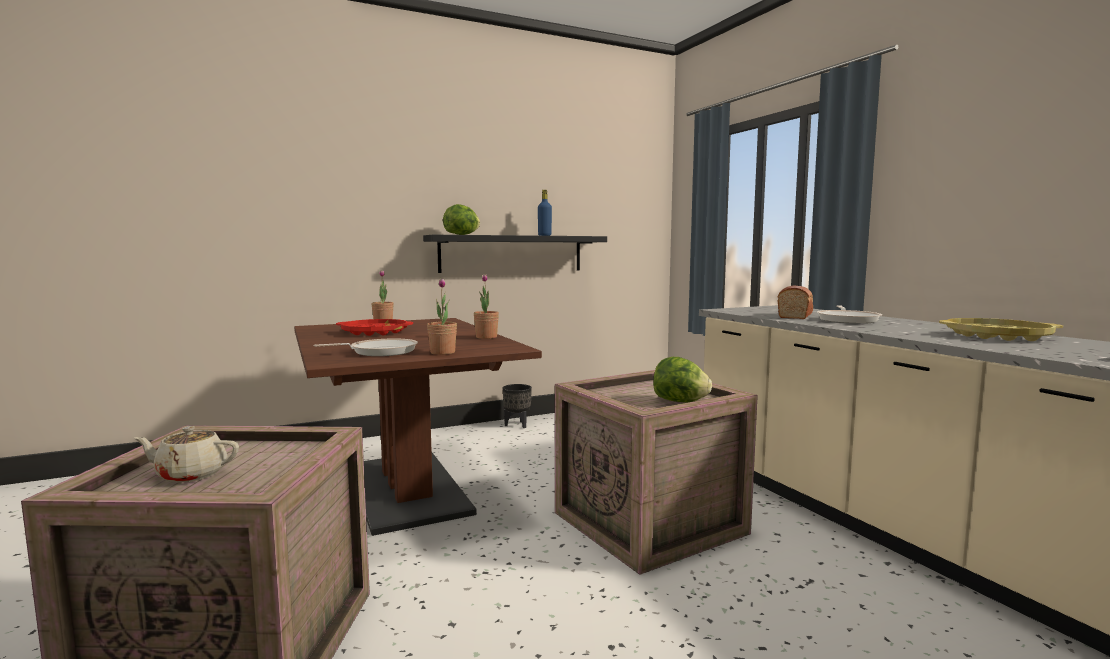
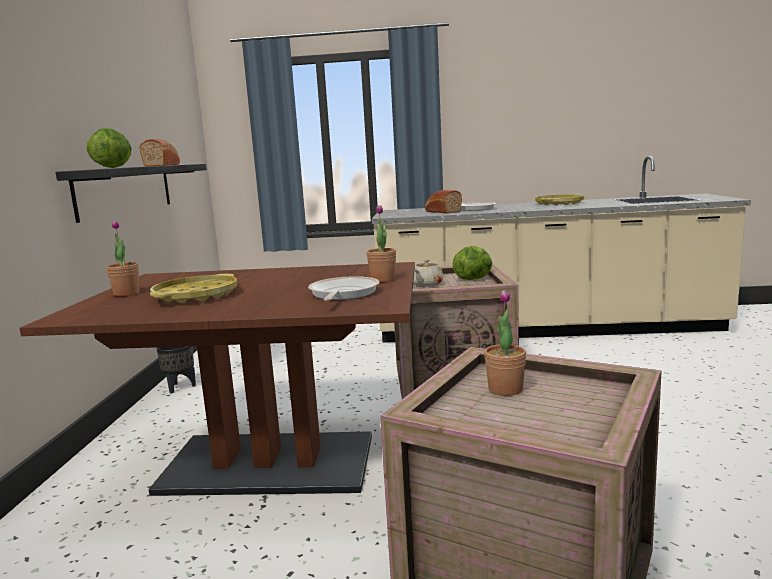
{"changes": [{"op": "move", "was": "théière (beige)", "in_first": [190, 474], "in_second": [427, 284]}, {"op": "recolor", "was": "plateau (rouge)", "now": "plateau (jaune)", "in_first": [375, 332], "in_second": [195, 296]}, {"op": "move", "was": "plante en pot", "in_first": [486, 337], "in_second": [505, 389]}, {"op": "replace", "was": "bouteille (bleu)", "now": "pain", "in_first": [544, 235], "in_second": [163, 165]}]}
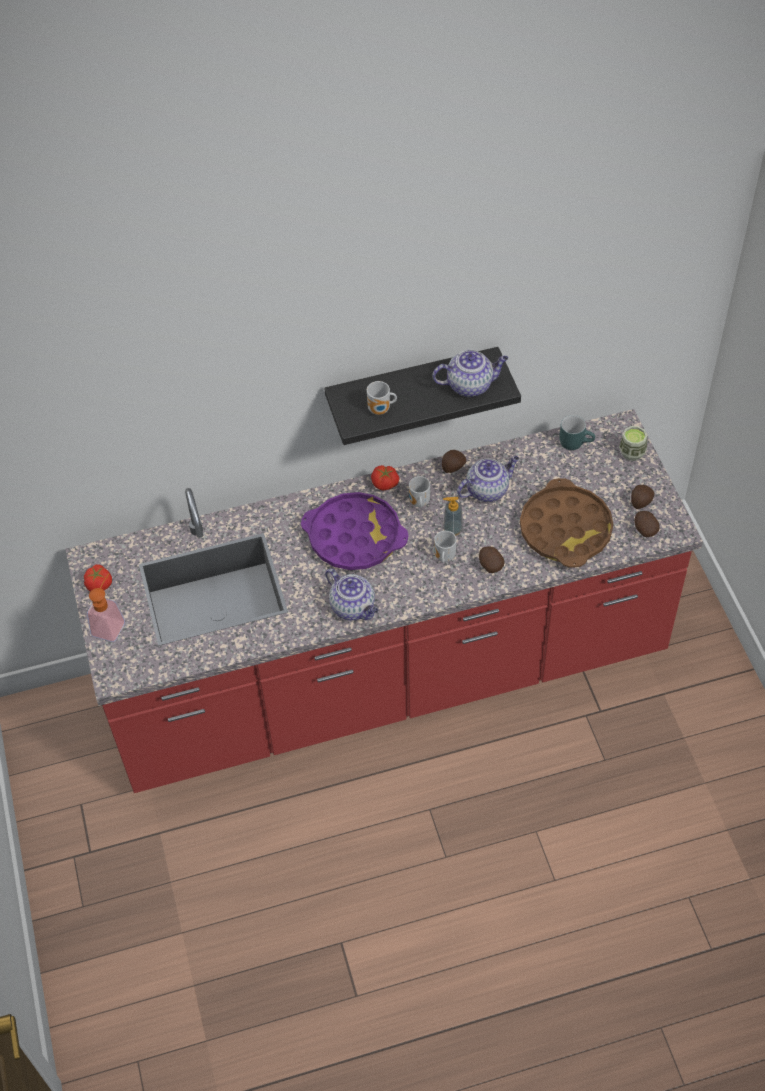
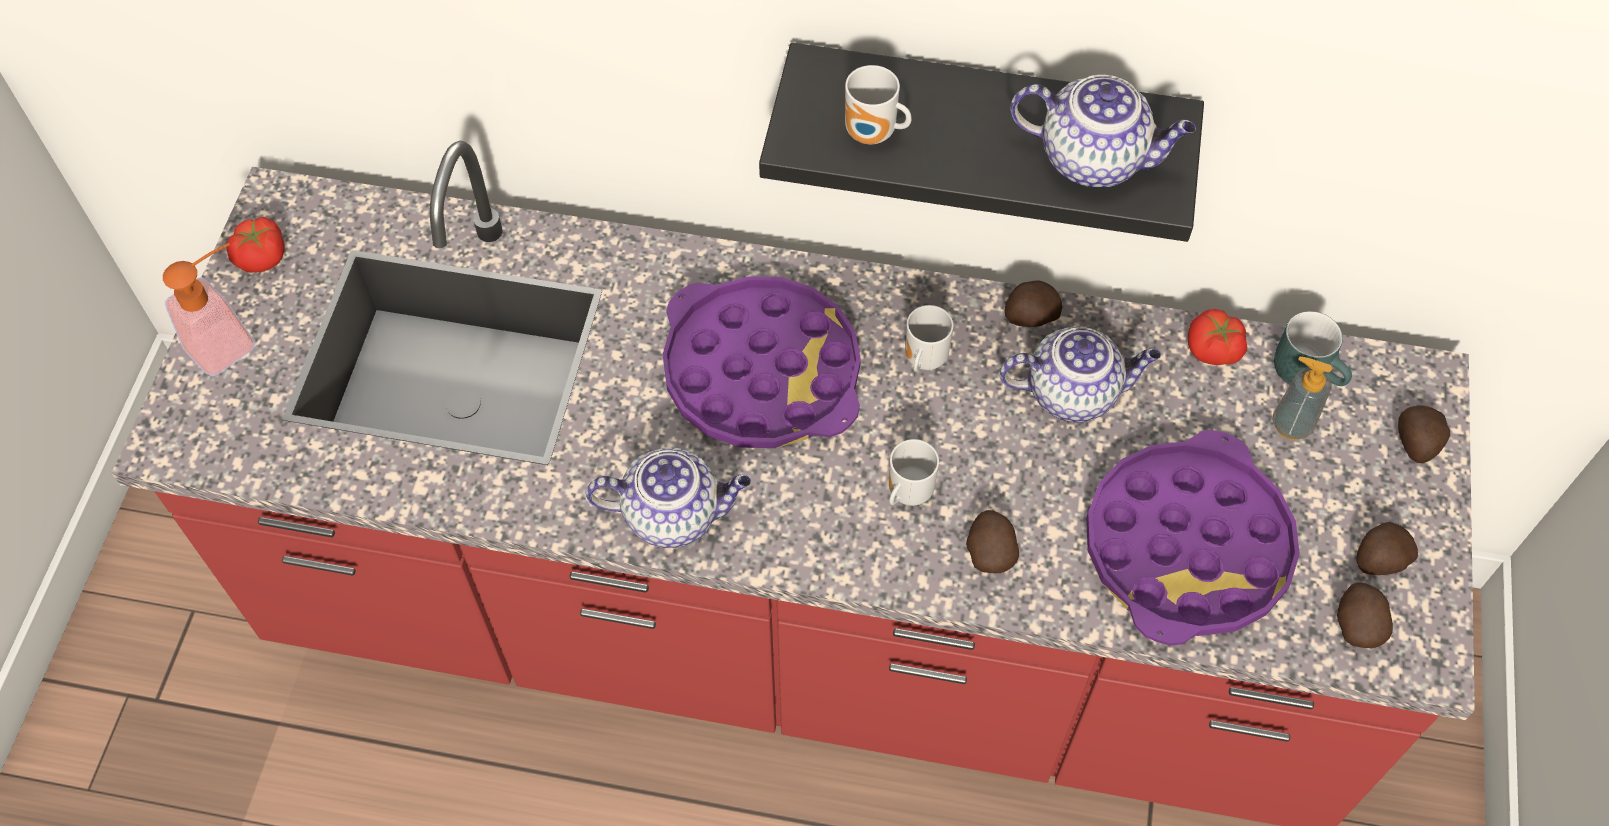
{"changes": [{"op": "rotate", "was": "théière", "in_first": [354, 607], "in_second": [674, 514], "clockwise": -75}, {"op": "move", "was": "tomate", "in_first": [385, 484], "in_second": [1213, 350]}, {"op": "move", "was": "distributeur de savon", "in_first": [452, 529], "in_second": [1291, 424]}, {"op": "recolor", "was": "plateau (marron)", "now": "plateau (violet)", "in_first": [565, 529], "in_second": [1187, 547]}, {"op": "replace", "was": "tasse", "now": "pomme de terre", "in_first": [631, 452], "in_second": [1416, 444]}]}
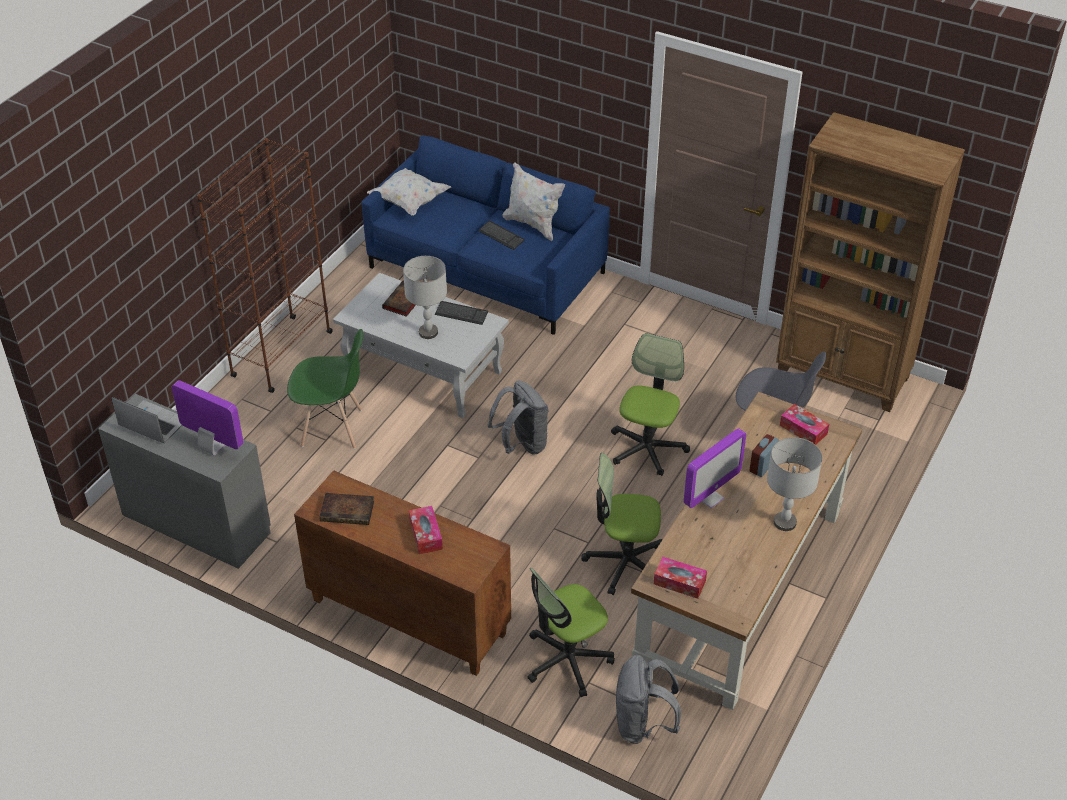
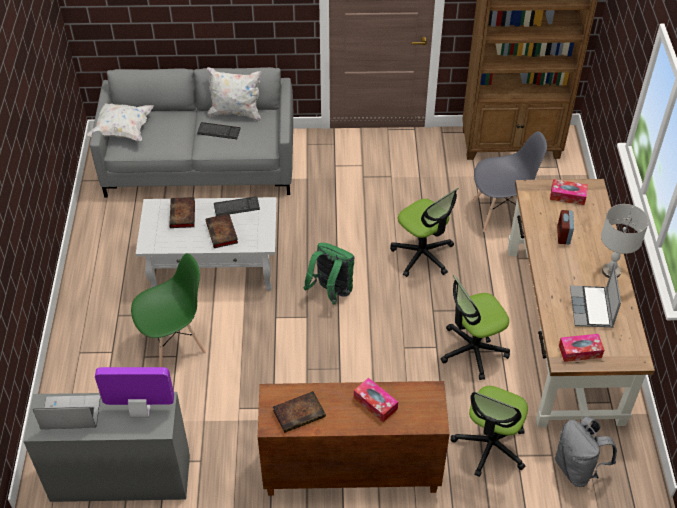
{"changes": [{"op": "delete", "was": "bibliothèque (marron)", "in_first": [281, 354]}, {"op": "recolor", "was": "canapé (bleu)", "now": "canapé (gris)", "in_first": [486, 270], "in_second": [200, 163]}, {"op": "replace", "was": "lampe de table (gris)", "now": "livre", "in_first": [428, 333], "in_second": [222, 233]}, {"op": "recolor", "was": "sac à dos (gris)", "now": "sac à dos (vert)", "in_first": [522, 444], "in_second": [331, 292]}, {"op": "rotate", "was": "chaise de bureau", "in_first": [647, 448], "in_second": [422, 255], "clockwise": 150}, {"op": "delete", "was": "écran d'ordinateur", "in_first": [709, 497]}, {"op": "insert", "now": "ordinateur portable", "in_second": [592, 308]}]}
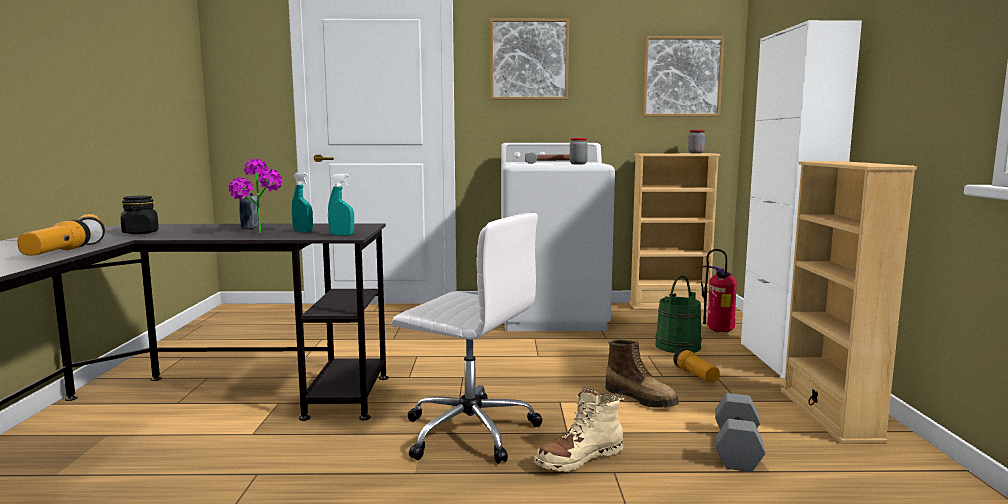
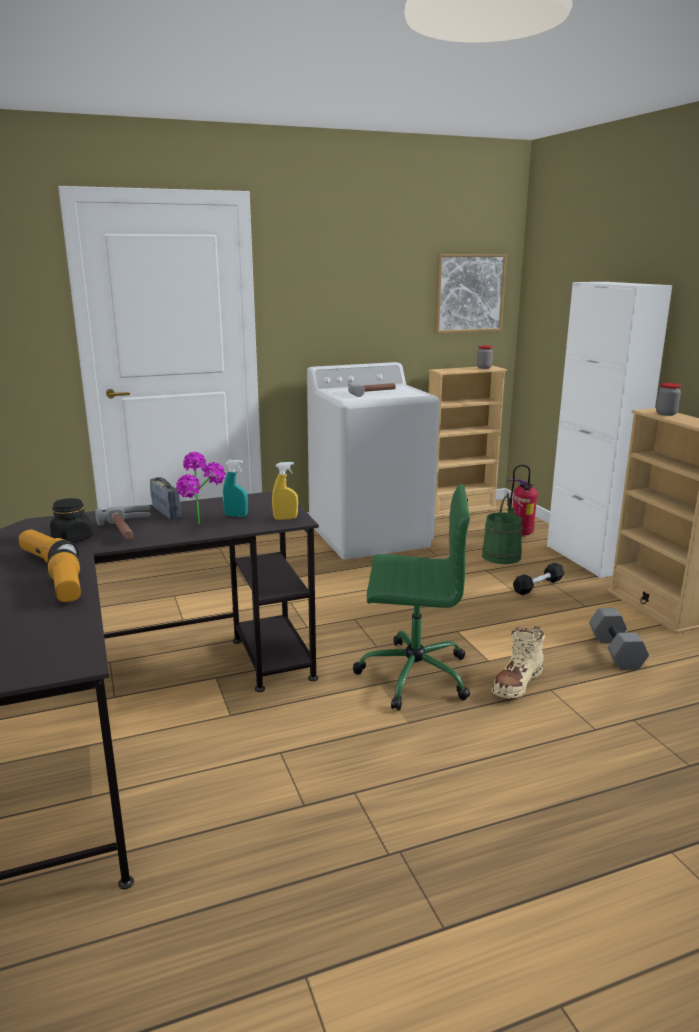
{"changes": [{"op": "recolor", "was": "vaporisateur (turquoise)", "now": "vaporisateur (jaune)", "in_first": [341, 235], "in_second": [285, 518]}, {"op": "recolor", "was": "chaise de bureau (blanc)", "now": "chaise de bureau (vert)", "in_first": [468, 431], "in_second": [412, 674]}, {"op": "delete", "was": "tableau", "in_first": [529, 60]}, {"op": "move", "was": "bocal", "in_first": [578, 164], "in_second": [666, 414]}, {"op": "delete", "was": "botte", "in_first": [641, 398]}, {"op": "replace", "was": "lampe de poche", "now": "haltère (noir)", "in_first": [696, 375], "in_second": [538, 586]}, {"op": "insert", "now": "marteau", "in_second": [130, 529]}]}
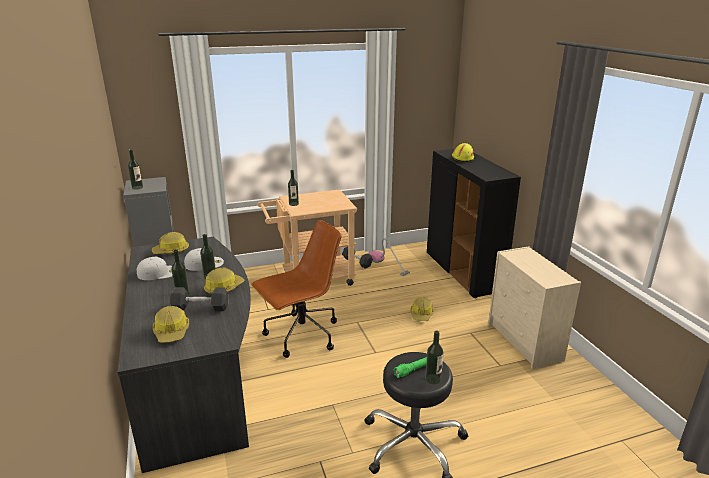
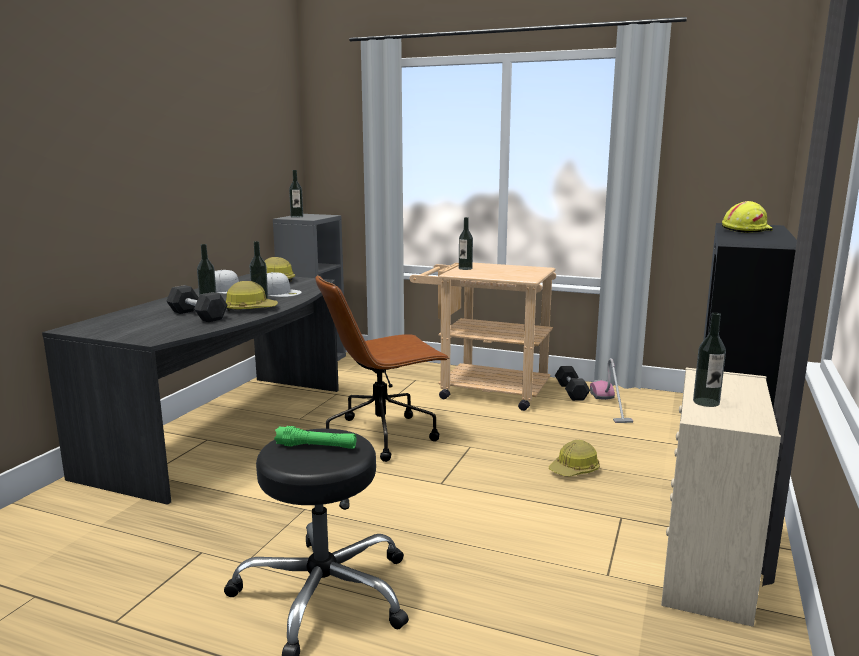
{"changes": [{"op": "delete", "was": "casque de chantier", "in_first": [172, 332]}, {"op": "rotate", "was": "chaise de bureau (marron)", "in_first": [301, 336], "in_second": [382, 435], "clockwise": 150}, {"op": "move", "was": "bouteille", "in_first": [433, 379], "in_second": [706, 402]}]}
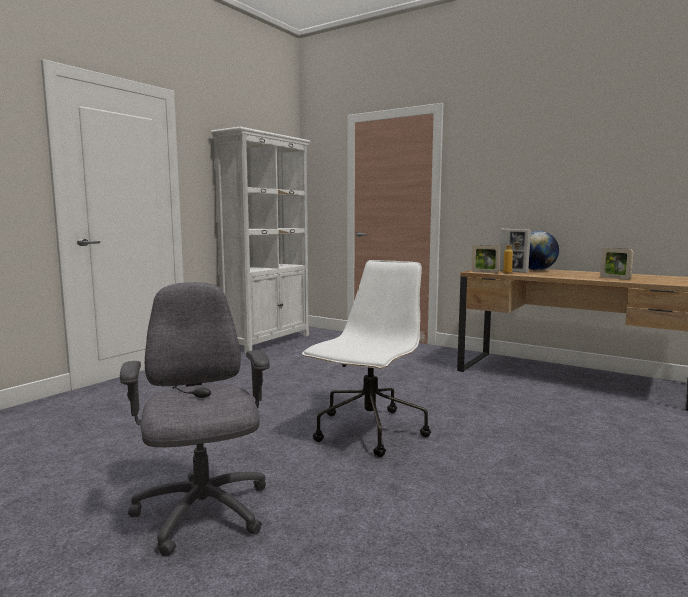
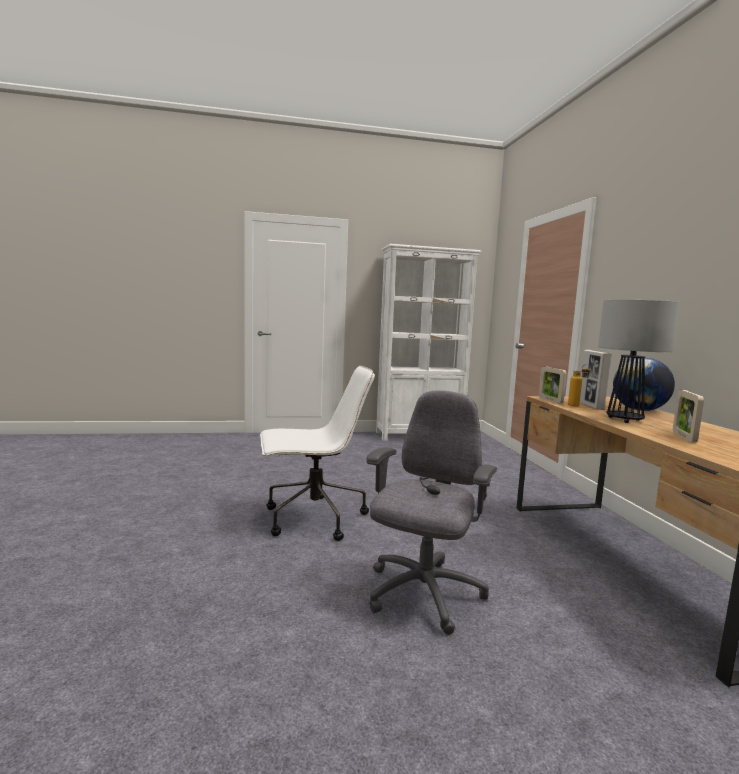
{"changes": [{"op": "move", "was": "chaise de bureau (gris)", "in_first": [202, 513], "in_second": [422, 594]}, {"op": "insert", "now": "lampe de table", "in_second": [625, 420]}]}
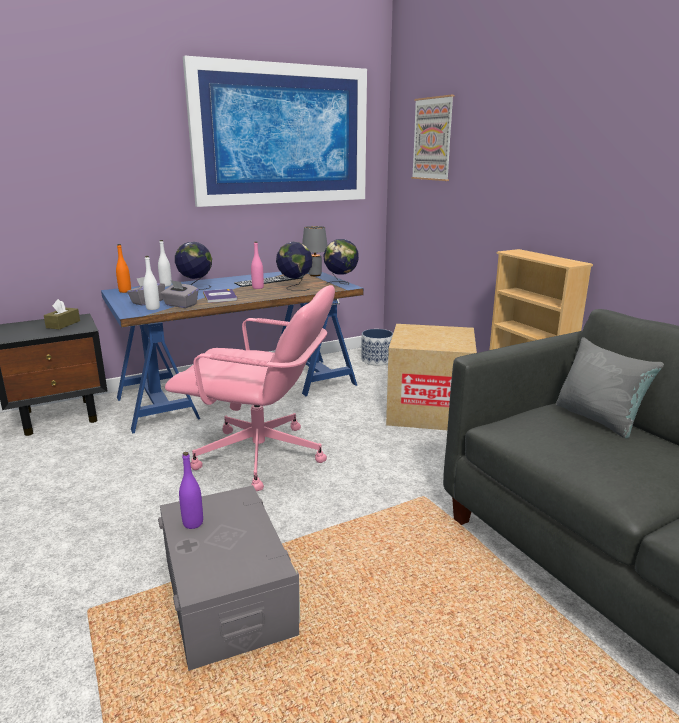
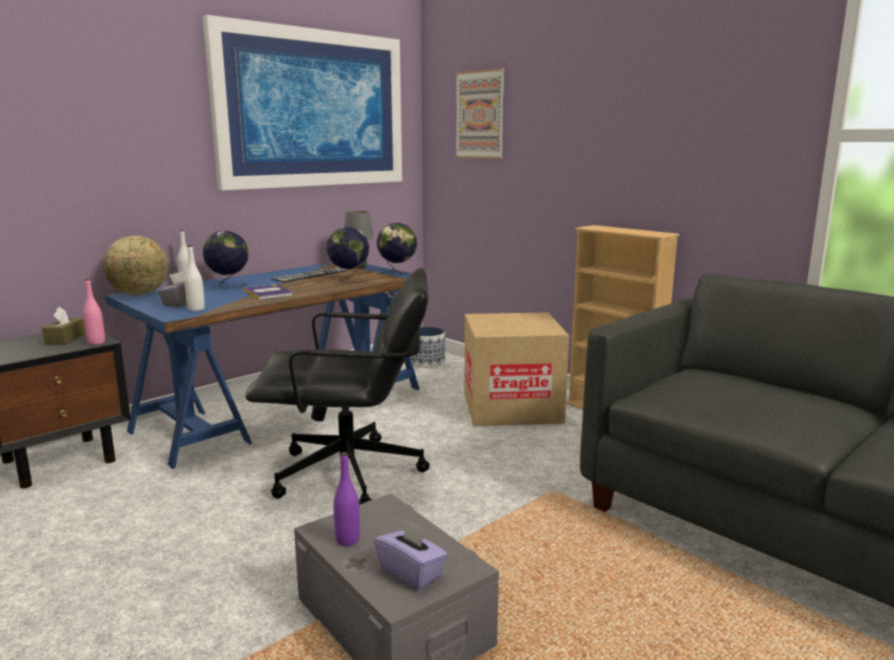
{"changes": [{"op": "replace", "was": "bouteille (orange)", "now": "globe", "in_first": [125, 291], "in_second": [140, 294]}, {"op": "delete", "was": "boîte à mouchoirs (gris)", "in_first": [180, 305]}, {"op": "recolor", "was": "chaise de bureau (rose)", "now": "chaise de bureau (noir)", "in_first": [261, 457], "in_second": [350, 474]}, {"op": "move", "was": "bouteille (rose)", "in_first": [258, 287], "in_second": [96, 342]}, {"op": "delete", "was": "coussin (gris)", "in_first": [598, 419]}, {"op": "insert", "now": "boîte à mouchoirs (violet)", "in_second": [411, 573]}]}
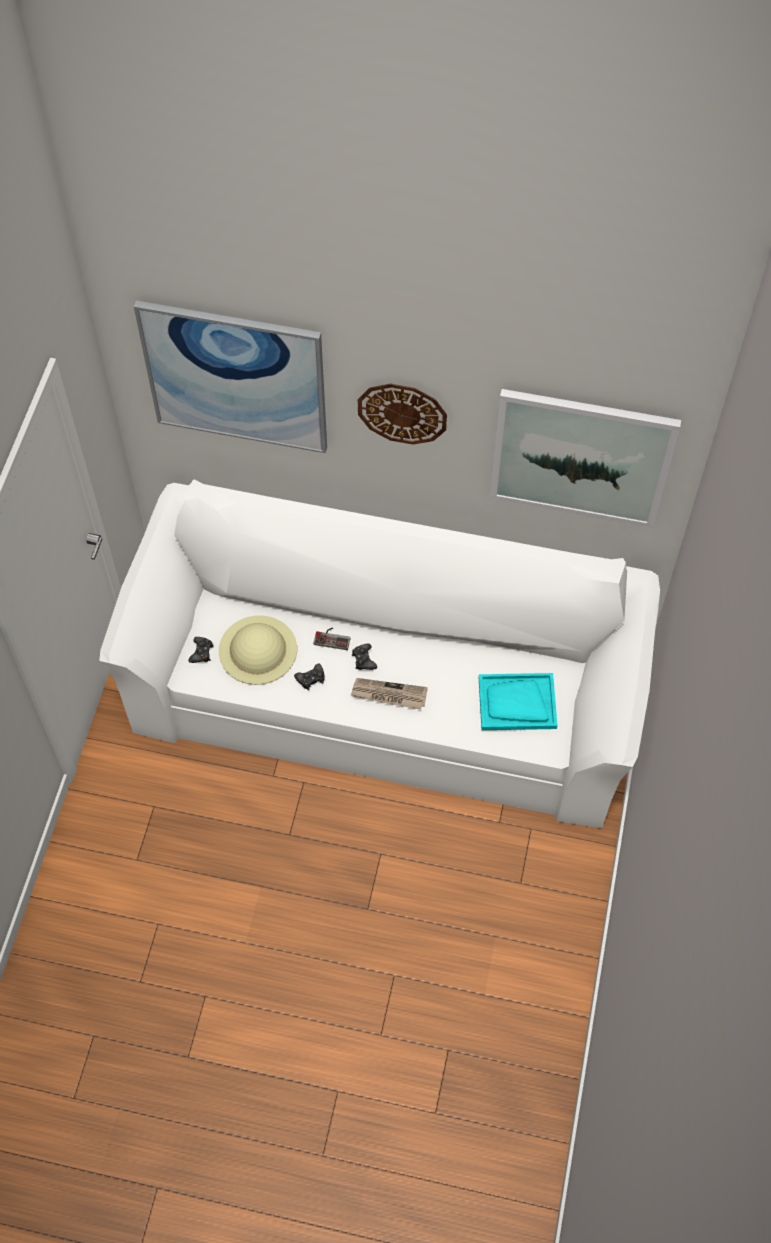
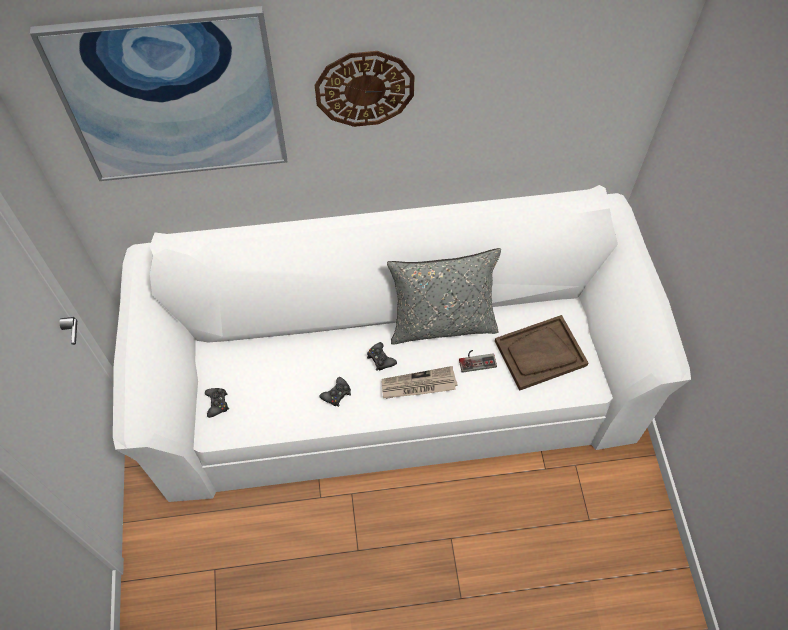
{"changes": [{"op": "delete", "was": "chapeau (beige)", "in_first": [257, 649]}, {"op": "move", "was": "manette", "in_first": [332, 638], "in_second": [476, 359]}, {"op": "recolor", "was": "plateau (turquoise)", "now": "plateau (marron)", "in_first": [517, 703], "in_second": [540, 354]}, {"op": "delete", "was": "tableau", "in_first": [581, 457]}, {"op": "insert", "now": "coussin (gris)", "in_second": [442, 323]}]}
